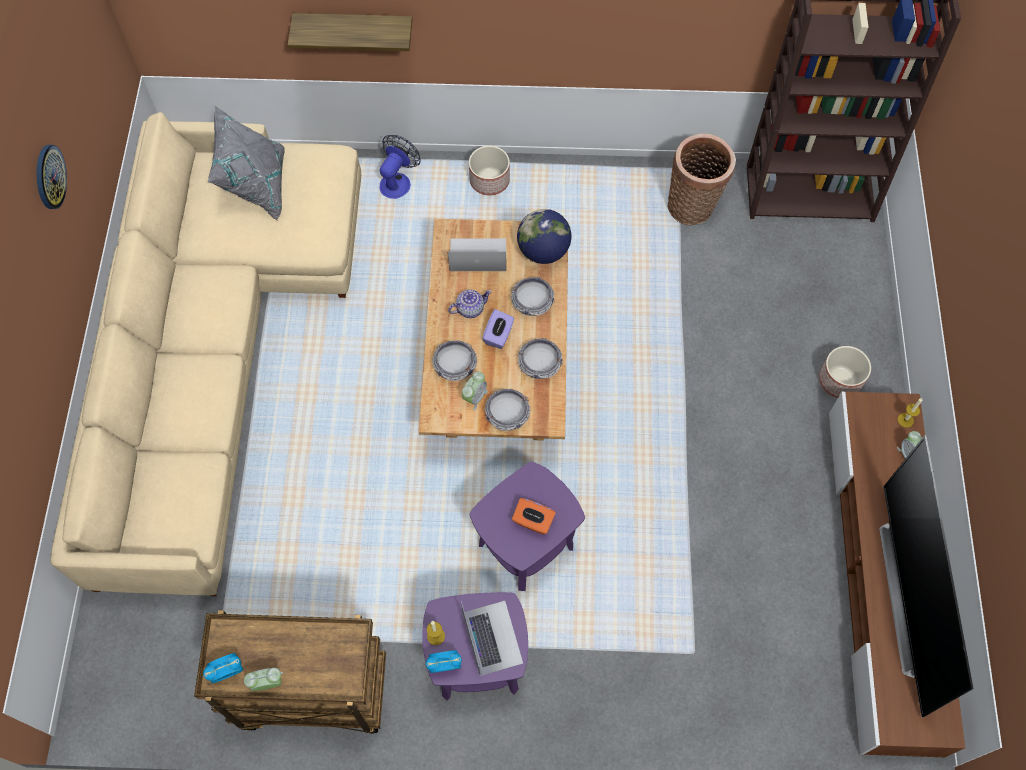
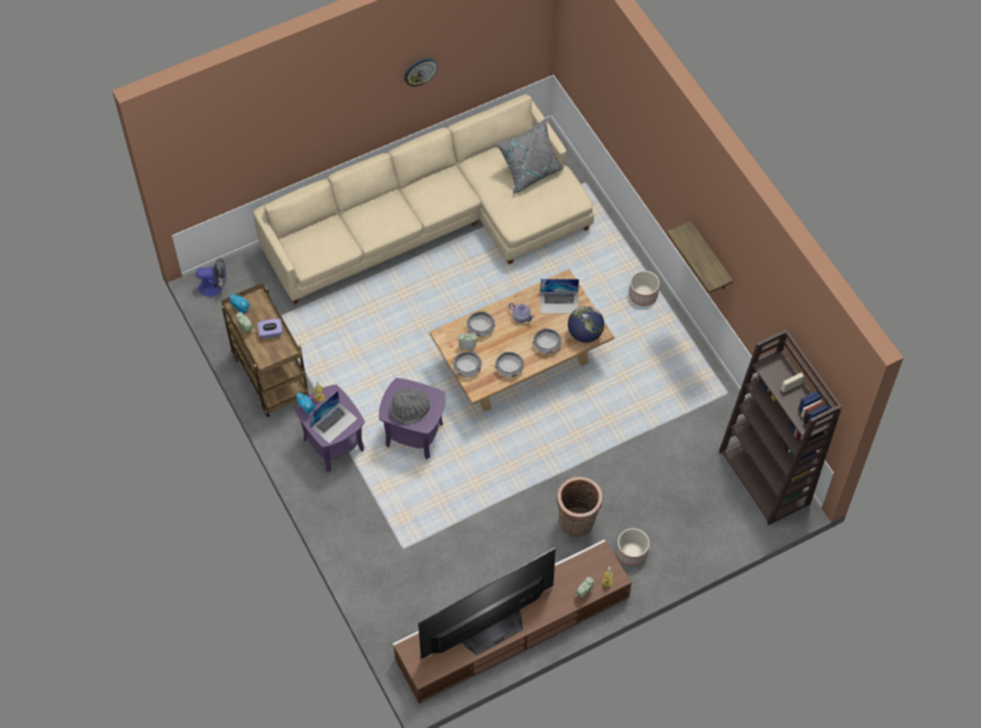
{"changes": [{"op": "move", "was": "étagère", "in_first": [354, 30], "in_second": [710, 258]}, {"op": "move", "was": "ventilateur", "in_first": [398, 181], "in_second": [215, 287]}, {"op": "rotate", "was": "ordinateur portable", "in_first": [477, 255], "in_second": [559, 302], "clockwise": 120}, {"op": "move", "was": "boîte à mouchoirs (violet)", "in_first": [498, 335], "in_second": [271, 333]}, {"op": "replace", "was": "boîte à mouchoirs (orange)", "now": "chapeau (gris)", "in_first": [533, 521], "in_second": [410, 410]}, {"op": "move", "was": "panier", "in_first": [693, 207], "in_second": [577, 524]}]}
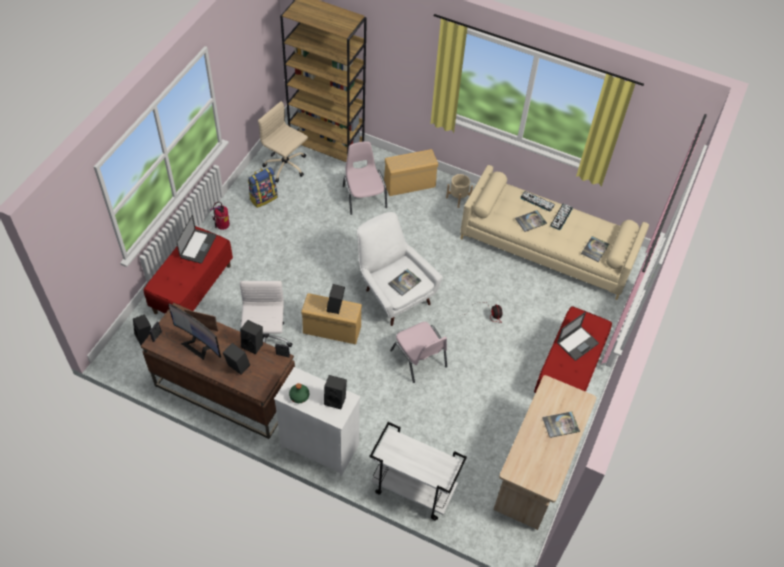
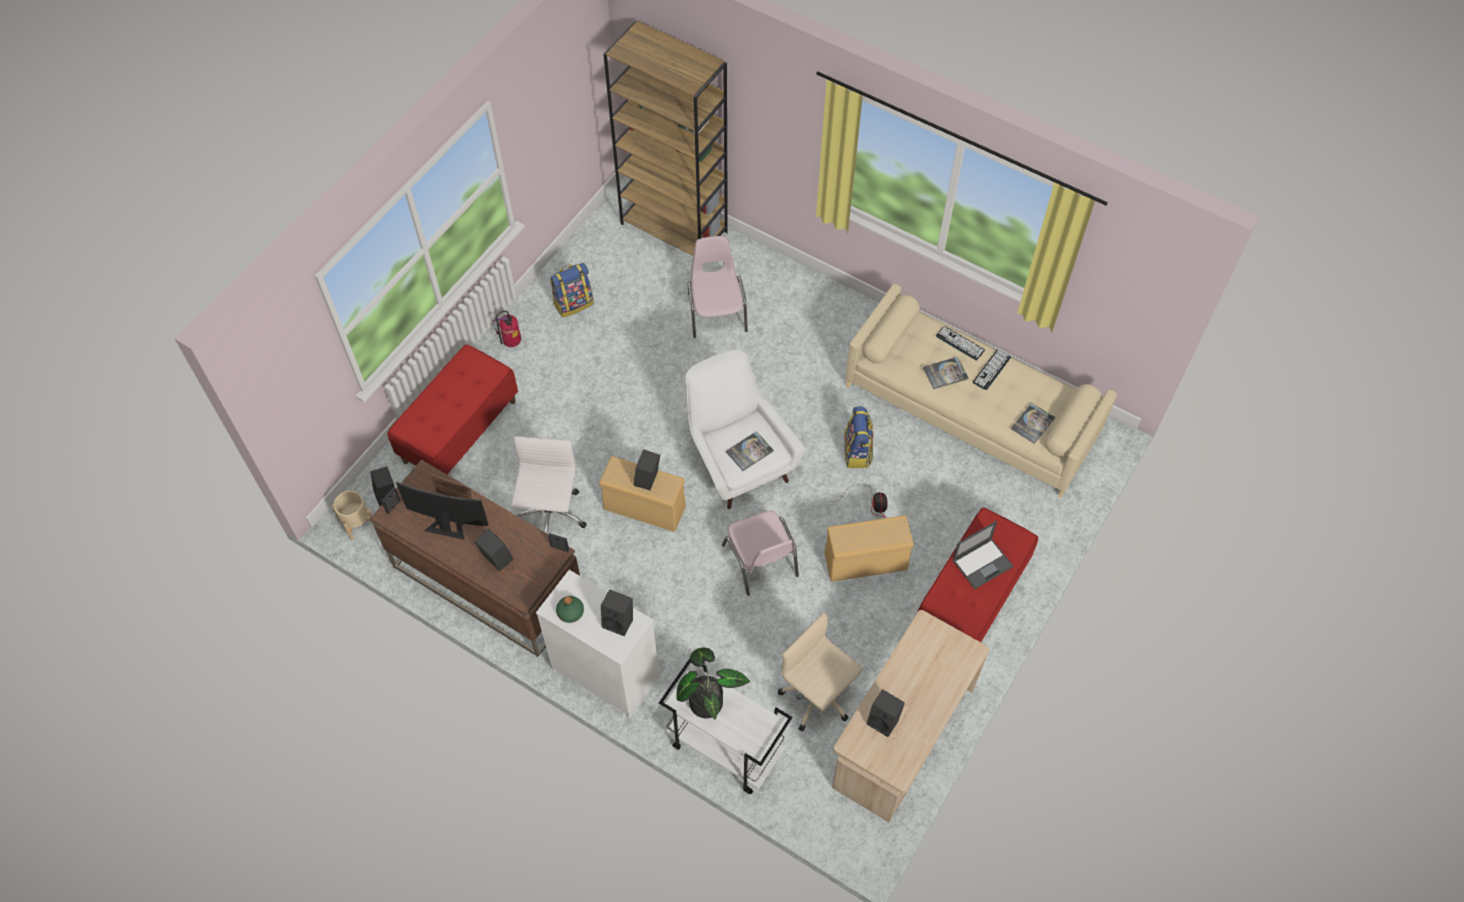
{"changes": [{"op": "rotate", "was": "écran d'ordinateur", "in_first": [199, 345], "in_second": [448, 523], "clockwise": 150}, {"op": "delete", "was": "ordinateur portable", "in_first": [198, 247]}, {"op": "move", "was": "enceinte (noir)", "in_first": [253, 344], "in_second": [884, 721]}, {"op": "move", "was": "chaise de bureau (beige)", "in_first": [286, 166], "in_second": [818, 696]}, {"op": "move", "was": "boîte de rangement (beige)", "in_first": [410, 184], "in_second": [867, 561]}, {"op": "move", "was": "cache-pot (beige)", "in_first": [458, 198], "in_second": [357, 523]}, {"op": "delete", "was": "livre", "in_first": [560, 425]}, {"op": "insert", "now": "plante en pot", "in_second": [707, 699]}, {"op": "insert", "now": "sac à dos", "in_second": [857, 452]}]}
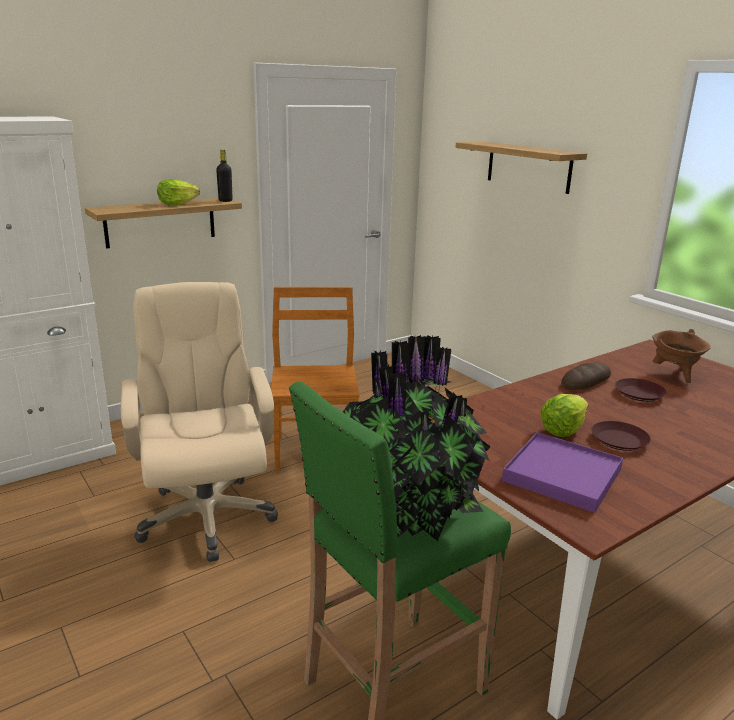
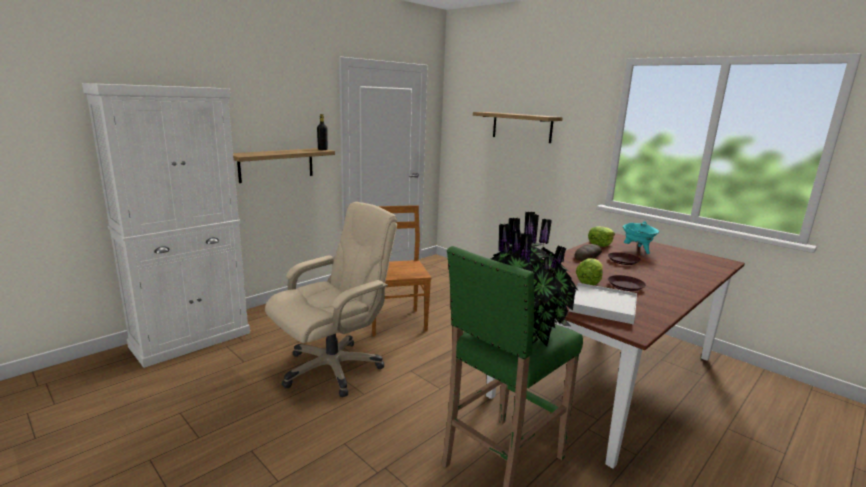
{"changes": [{"op": "rotate", "was": "chaise de bureau (beige)", "in_first": [206, 516], "in_second": [333, 368], "clockwise": 75}, {"op": "move", "was": "laitue", "in_first": [177, 204], "in_second": [600, 244]}, {"op": "recolor", "was": "plateau (violet)", "now": "plateau (blanc)", "in_first": [562, 475], "in_second": [603, 306]}, {"op": "recolor", "was": "marmite (marron)", "now": "marmite (turquoise)", "in_first": [674, 374], "in_second": [637, 250]}]}
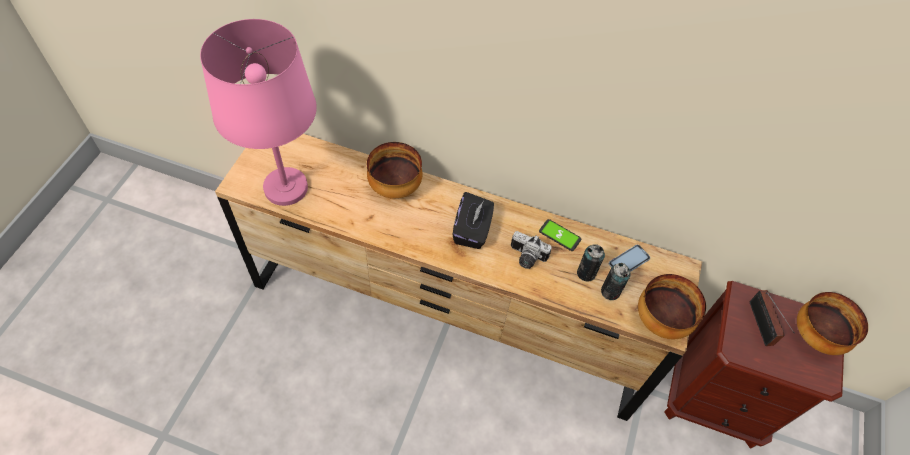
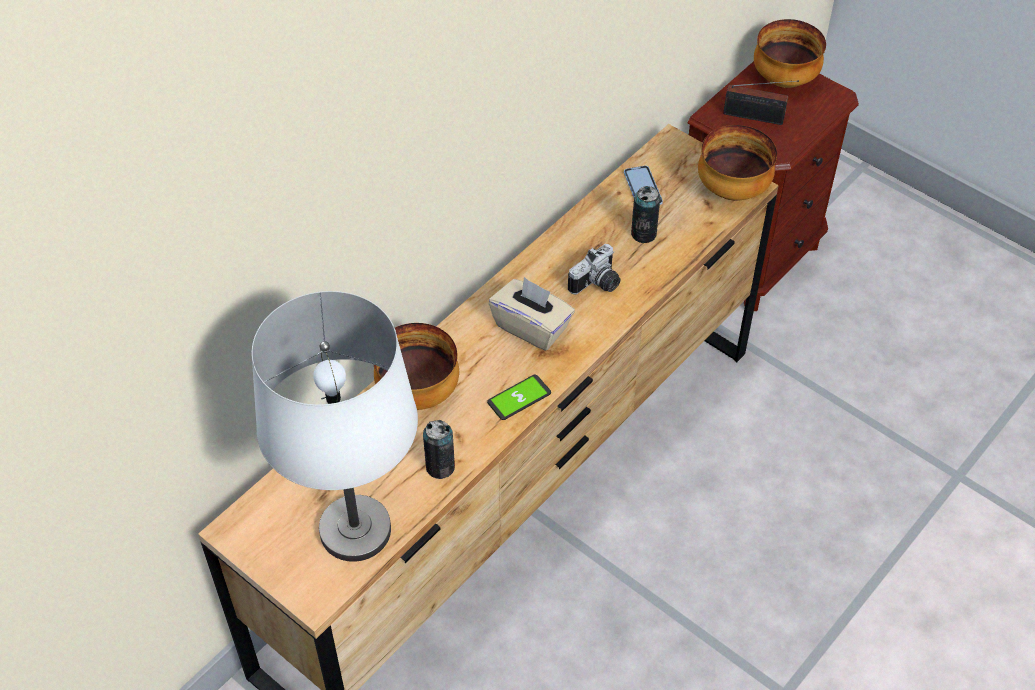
{"changes": [{"op": "recolor", "was": "lampe de table (rose)", "now": "lampe de table (blanc)", "in_first": [285, 188], "in_second": [356, 531]}, {"op": "recolor", "was": "boîte à mouchoirs (noir)", "now": "boîte à mouchoirs (beige)", "in_first": [472, 230], "in_second": [532, 327]}, {"op": "move", "was": "téléphone", "in_first": [559, 235], "in_second": [519, 398]}, {"op": "move", "was": "boîte métallique", "in_first": [610, 292], "in_second": [440, 467]}]}
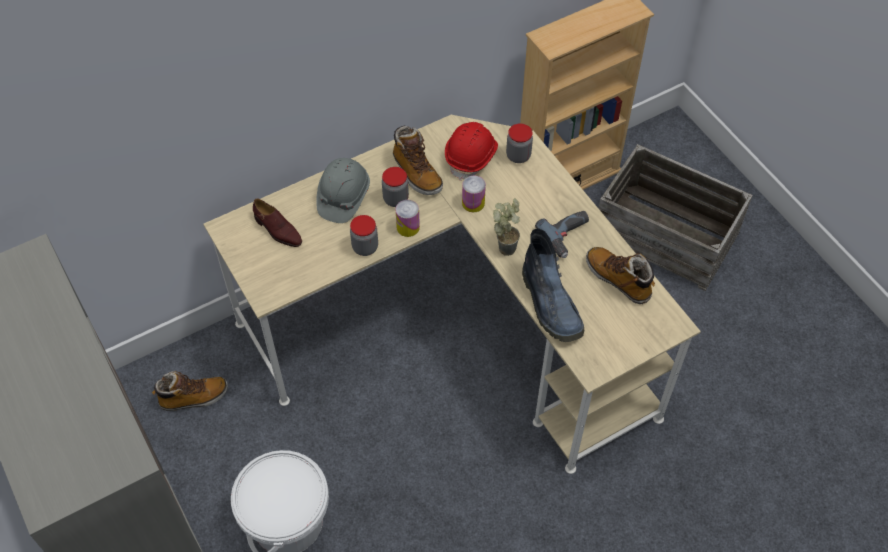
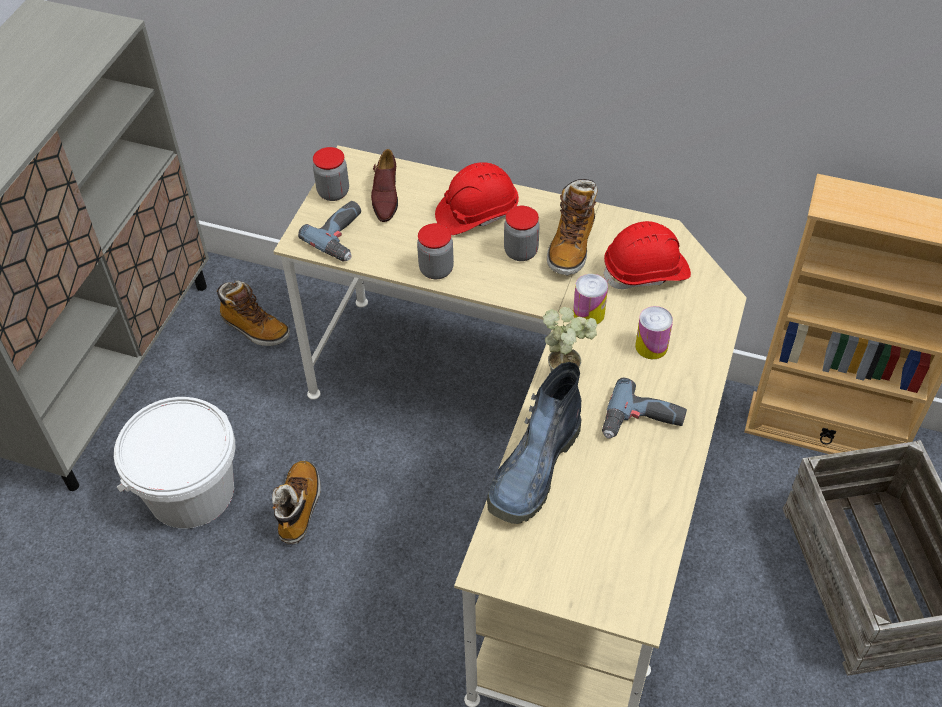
{"changes": [{"op": "recolor", "was": "casque de chantier (gris)", "now": "casque de chantier (rouge)", "in_first": [343, 197], "in_second": [476, 213]}, {"op": "move", "was": "boîte métallique", "in_first": [408, 227], "in_second": [651, 346]}, {"op": "move", "was": "bocal", "in_first": [518, 156], "in_second": [333, 192]}, {"op": "move", "was": "botte", "in_first": [618, 279], "in_second": [299, 507]}, {"op": "insert", "now": "perceuse", "in_second": [343, 236]}]}
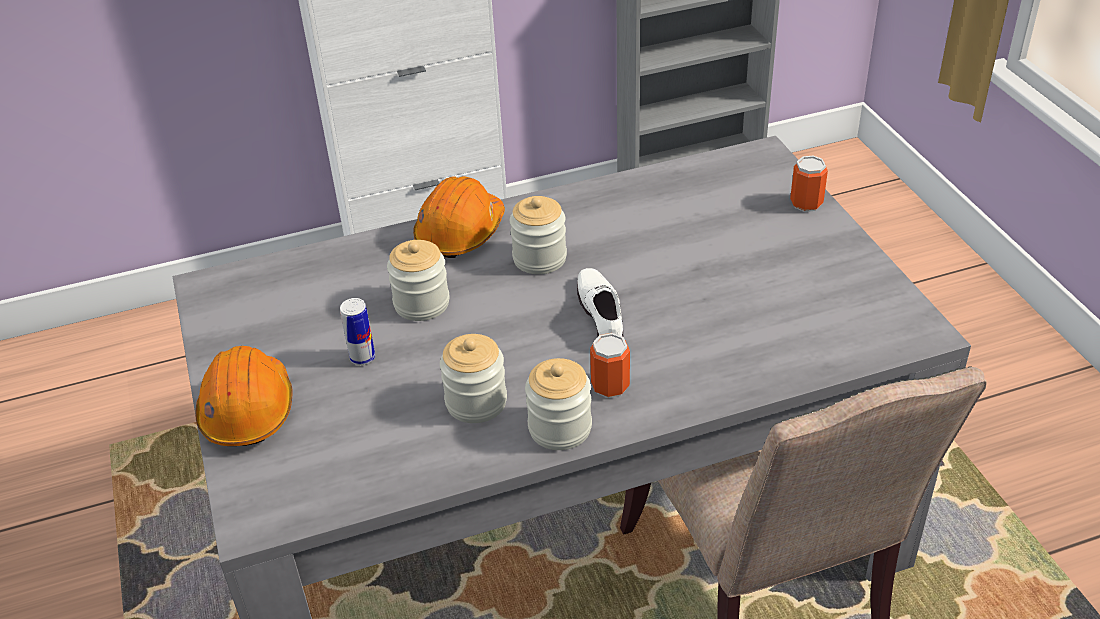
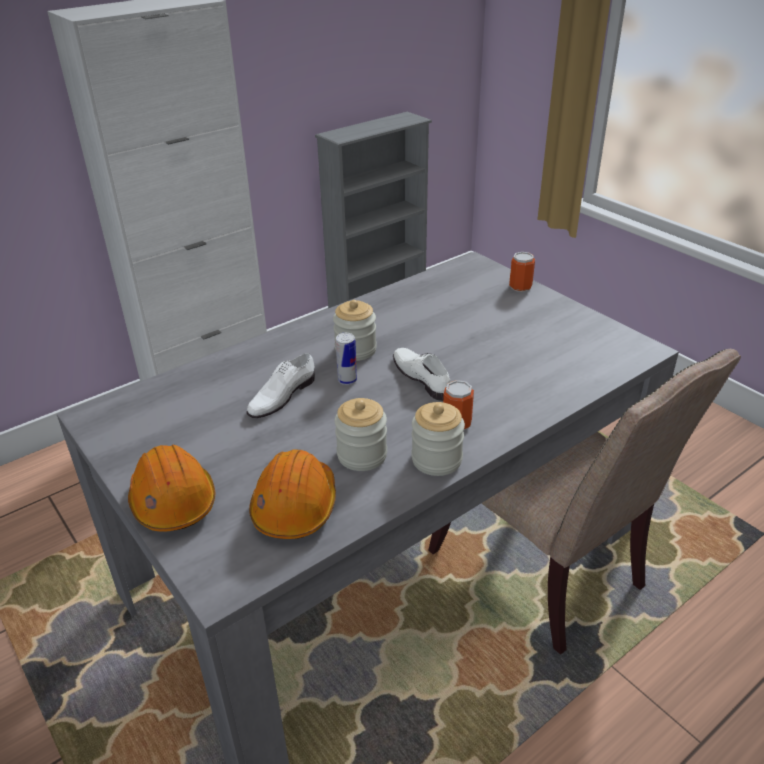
{"changes": [{"op": "move", "was": "boîte métallique", "in_first": [362, 358], "in_second": [347, 380]}, {"op": "replace", "was": "bocal", "now": "chaussure (blanc)", "in_first": [421, 303], "in_second": [281, 395]}, {"op": "move", "was": "casque de chantier (orange)", "in_first": [460, 233], "in_second": [295, 507]}]}
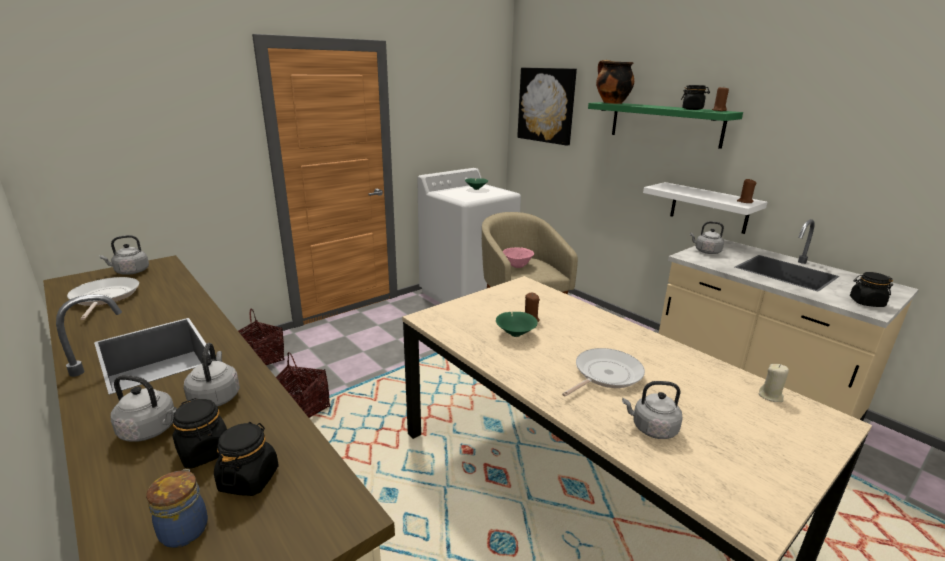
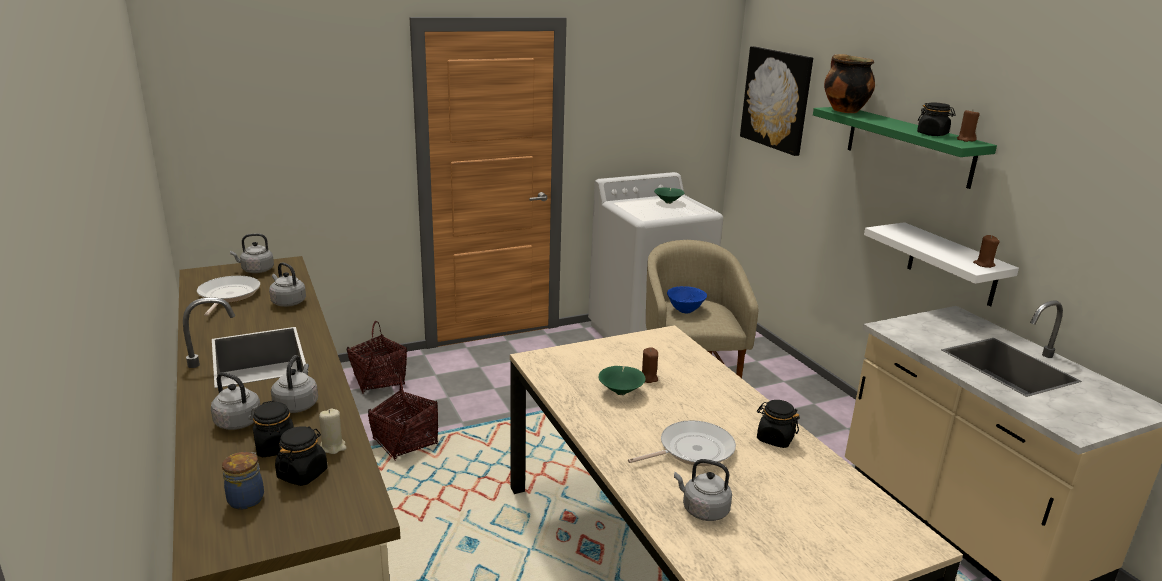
{"changes": [{"op": "recolor", "was": "bol (rose)", "now": "bol (bleu)", "in_first": [517, 265], "in_second": [685, 310]}, {"op": "move", "was": "bouilloire (gris)", "in_first": [706, 251], "in_second": [287, 302]}, {"op": "move", "was": "bougie (beige)", "in_first": [770, 396], "in_second": [333, 447]}, {"op": "move", "was": "bocal (noir)", "in_first": [866, 302], "in_second": [774, 439]}]}
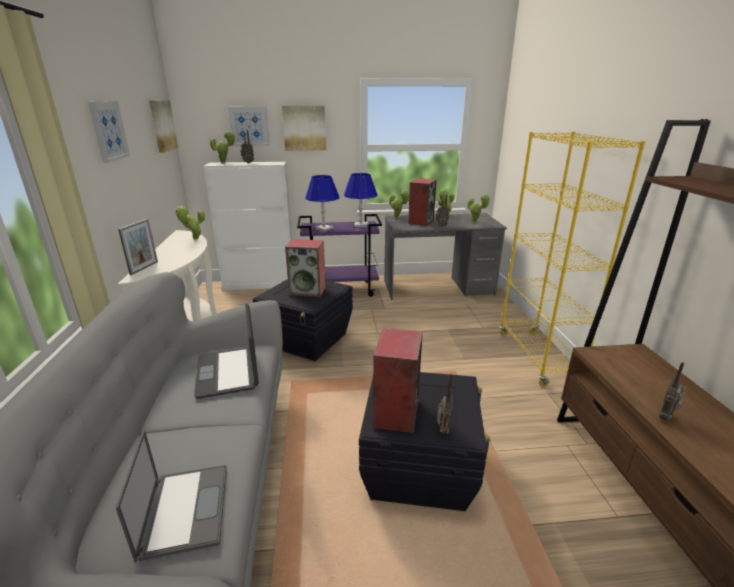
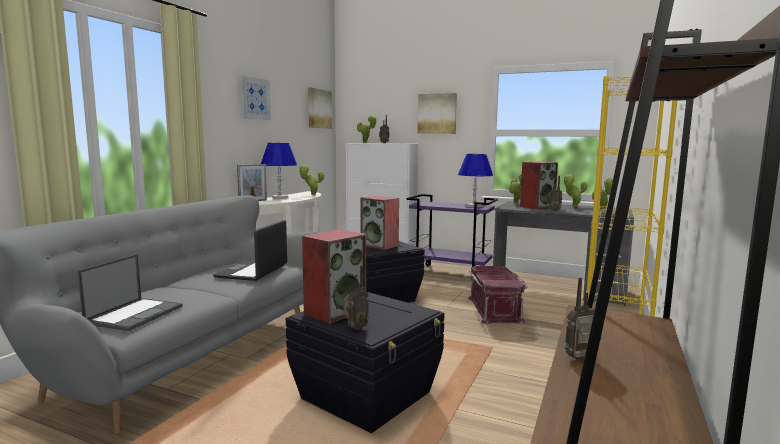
{"changes": [{"op": "delete", "was": "tableau", "in_first": [249, 126]}, {"op": "move", "was": "lampe de table (bleu)", "in_first": [323, 228], "in_second": [280, 197]}, {"op": "insert", "now": "boîte de rangement (rouge)", "in_second": [495, 310]}]}
